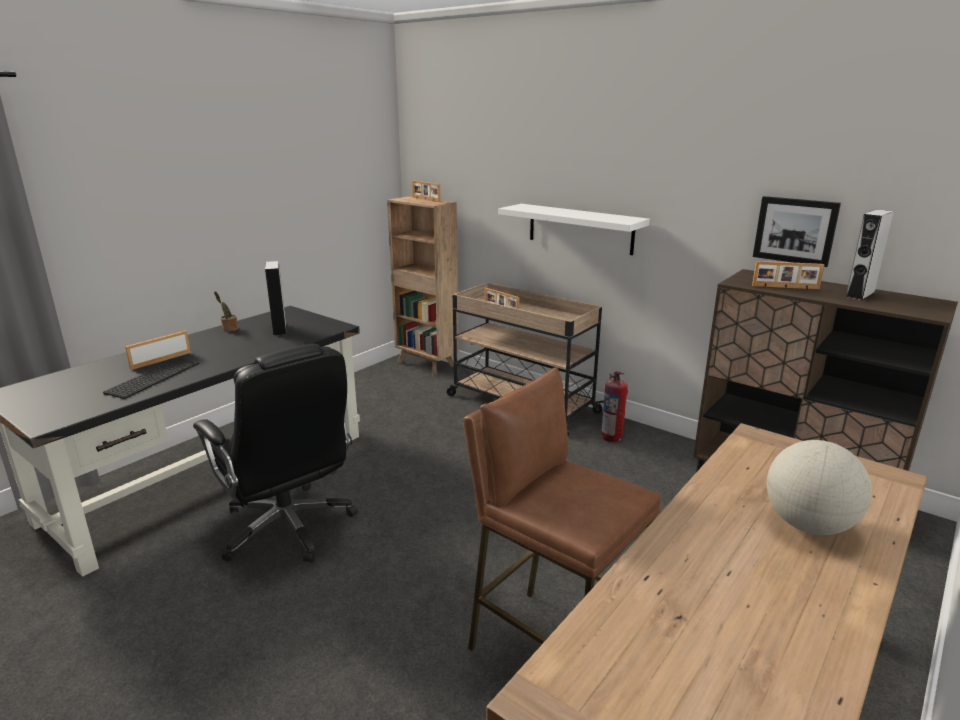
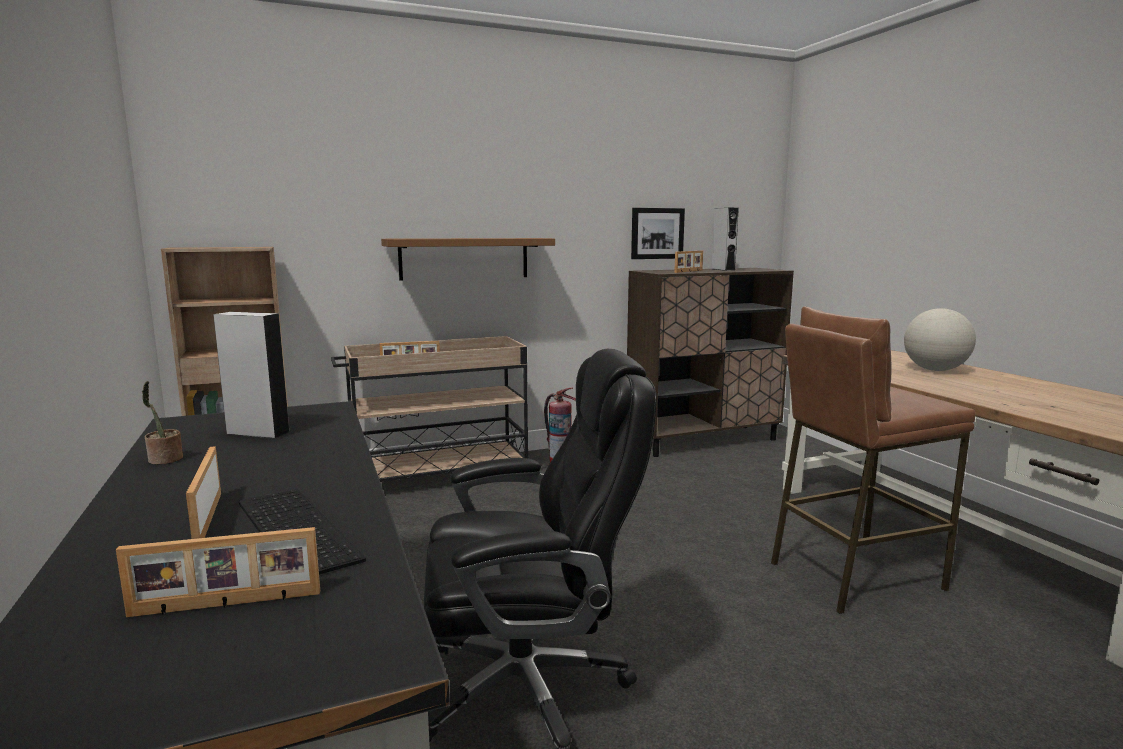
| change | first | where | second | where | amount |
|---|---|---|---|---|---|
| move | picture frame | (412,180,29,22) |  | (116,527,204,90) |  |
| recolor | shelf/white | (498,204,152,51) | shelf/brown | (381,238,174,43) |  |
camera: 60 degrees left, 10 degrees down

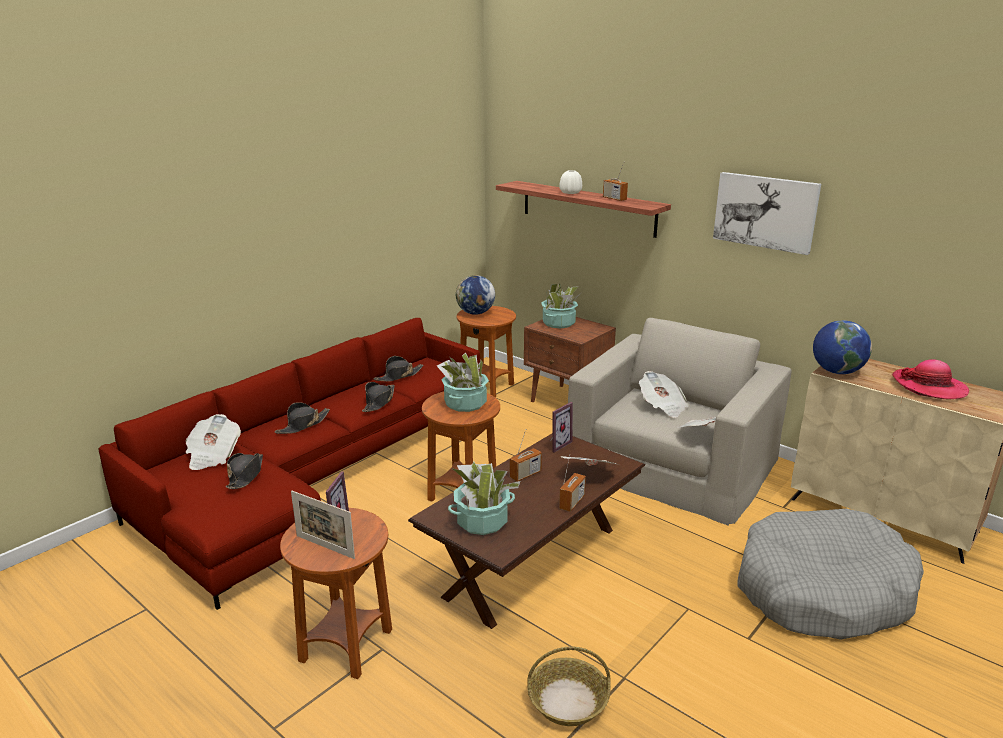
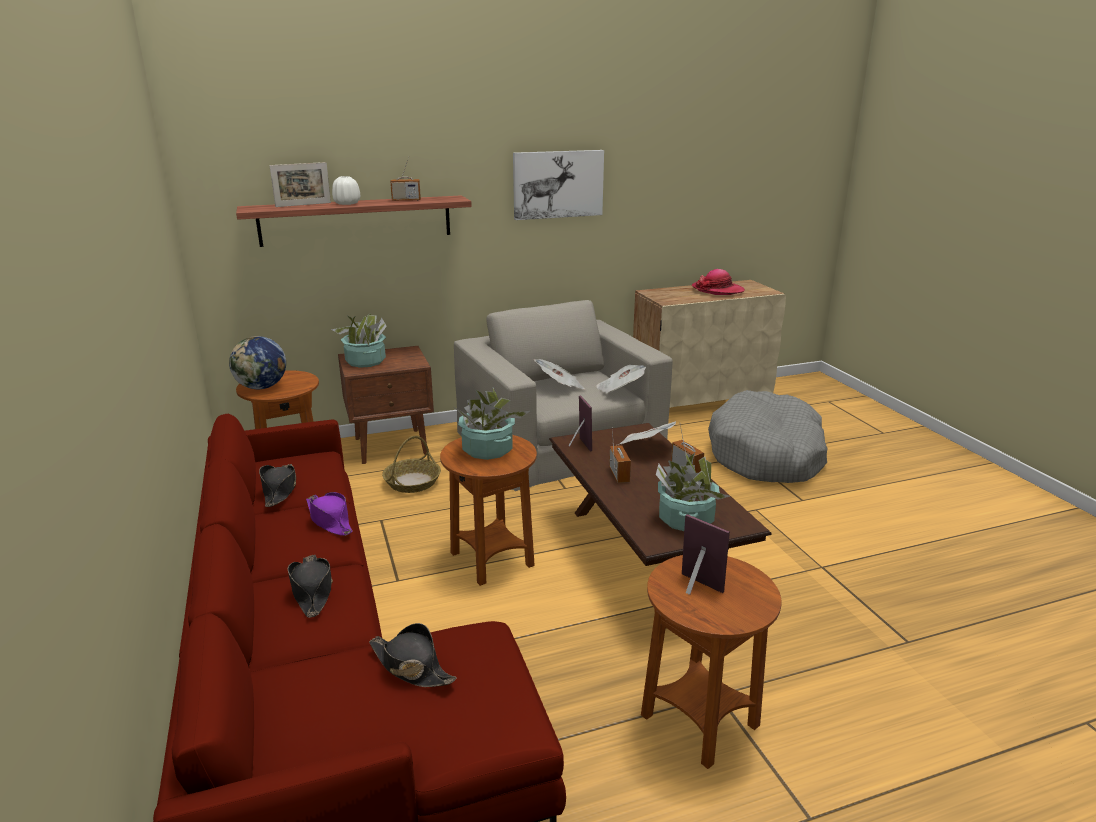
| change | first | where | second | where | amount |
|---|---|---|---|---|---|
| delete | globe | (813,320,59,54) |  |  |  |
| recolor | hat/black | (362,382,33,30) | hat/purple | (306,492,47,44) |  |
| delete | newspaper | (185,414,56,56) |  |  |  |
| move | picture frame | (291,491,64,68) |  | (269,162,62,45) |  |
| move | basket | (527,646,84,80) |  | (382,436,59,57) |  |
camera: 60 degrees left, 0 degrees up

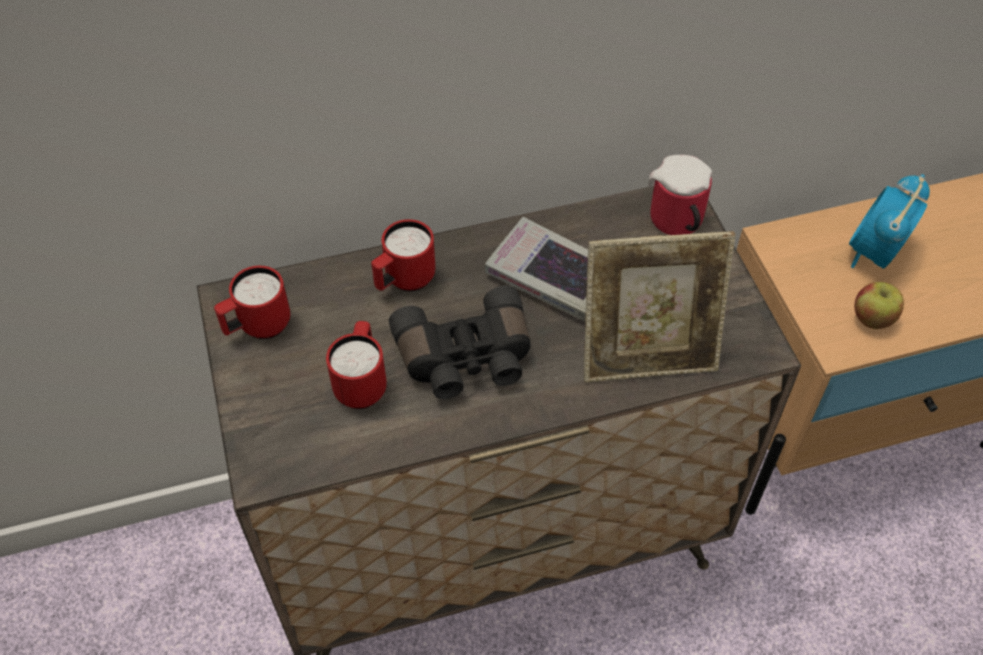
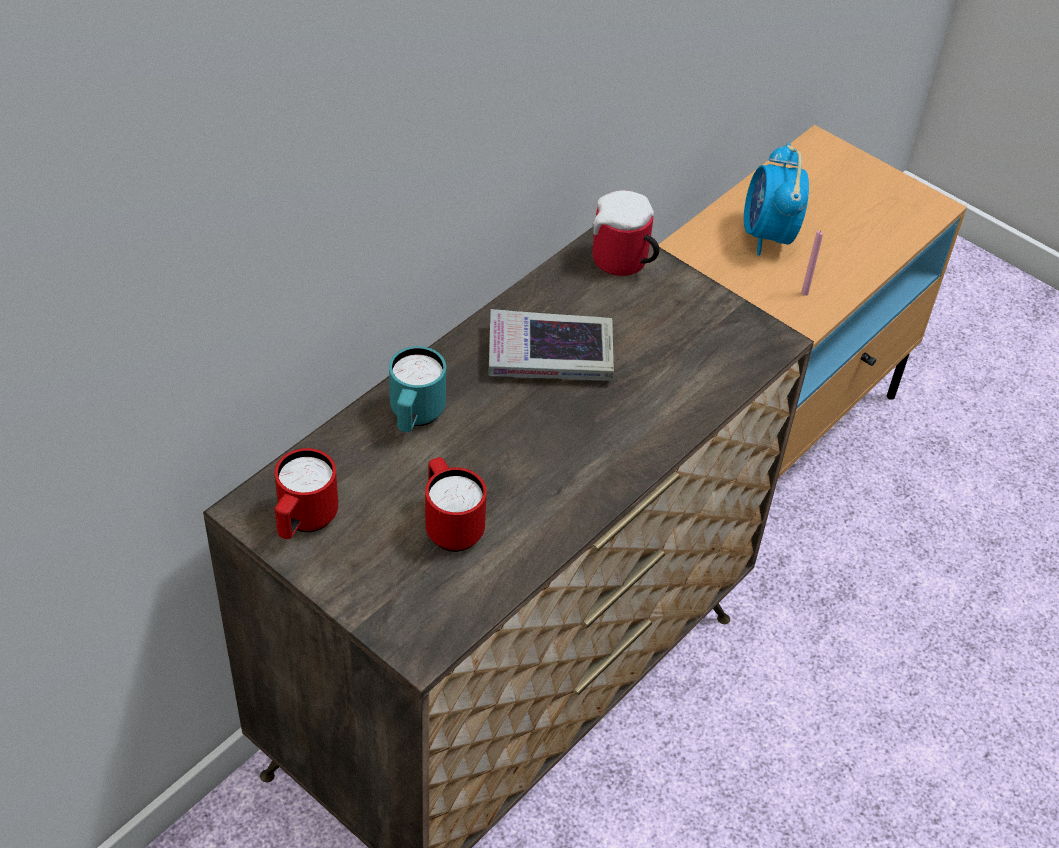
| change | first | where | second | where | amount |
|---|---|---|---|---|---|
| recolor | mug/red | (371,219,65,72) | mug/turquoise | (389,346,57,86) |  |
| delete | picture frame | (584,231,152,151) |  |  |  |
| replace | apple | (854,282,50,47) | candle/pink | (801,230,22,66) |  |
| delete | binoculars/black | (389,285,142,114) |  |  |  |
camera: 35 degrees left, 5 degrees down

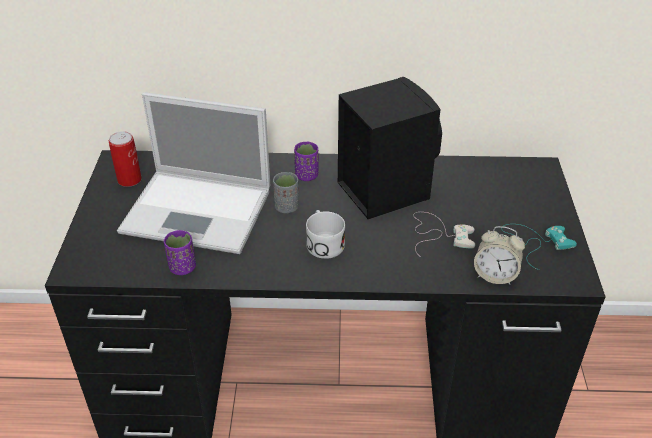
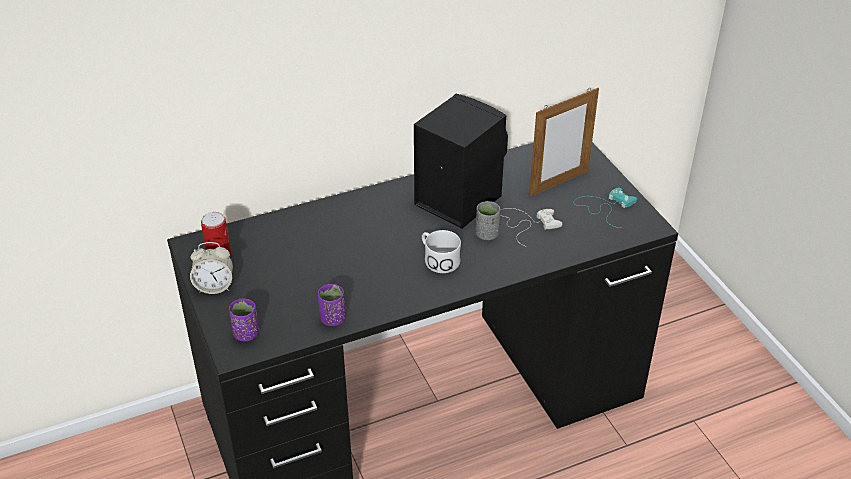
| change | first | where | second | where | amount |
|---|---|---|---|---|---|
| delete | laptop | (117,92,153,162) |  |  |  |
| move | cup/purple | (294,142,25,39) |  | (229,298,30,43) |  |
| move | cup/grey | (273,172,26,42) |  | (476,201,24,39) |  |
| move | alarm clock | (474,226,51,59) |  | (190,242,43,52) |  |
| insert |  |  | picture frame | (529,88,70,109) |  |
camera: 25 degrees left, 0 degrees up

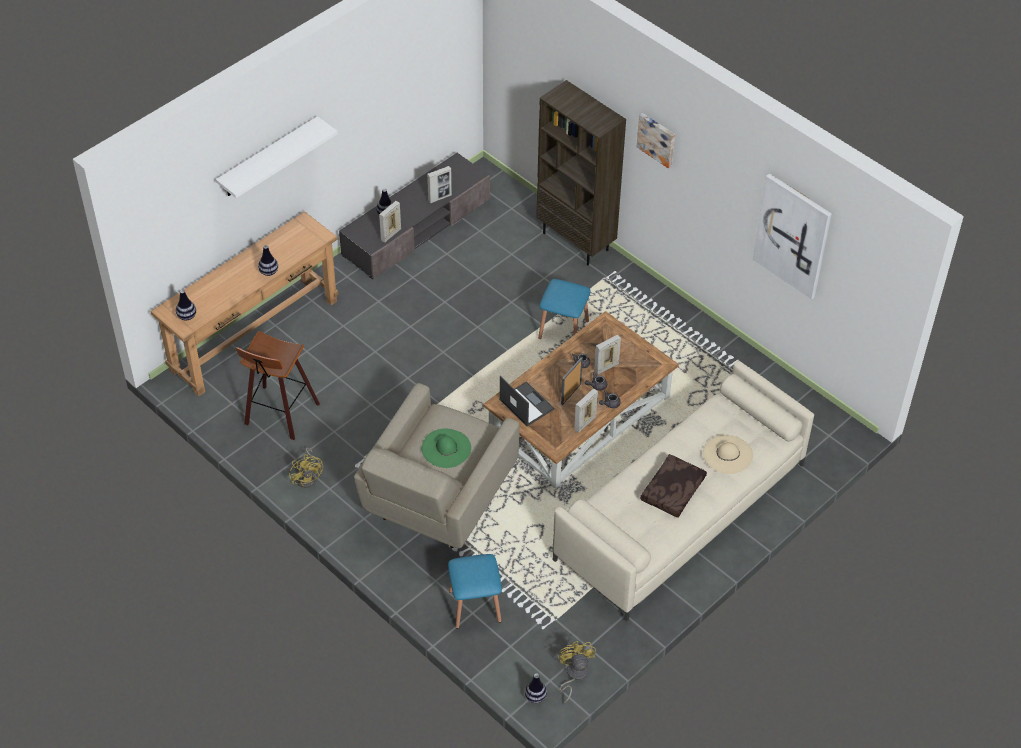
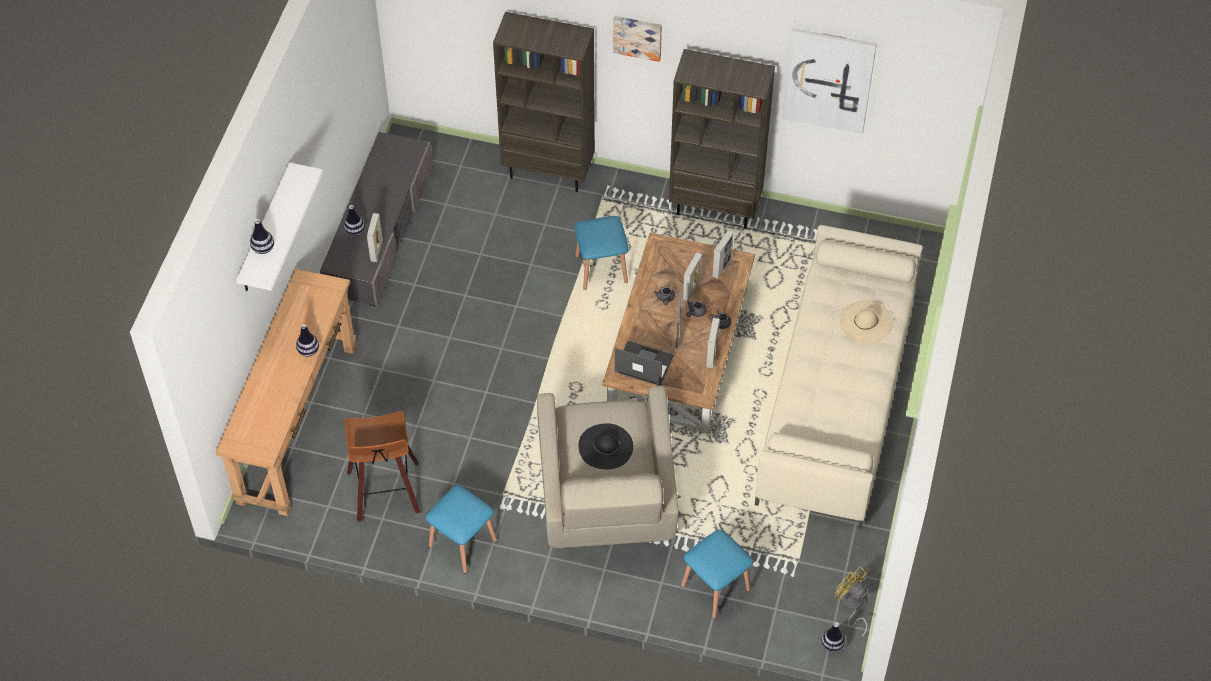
| change | first | where | second | where | amount |
|---|---|---|---|---|---|
| move | picture frame | (427,166,25,37) |  | (712,230,21,49) |  |
| move | vase | (176,289,20,31) |  | (250,219,24,35) |  |
| recolor | hat/green | (422,429,49,39) | hat/black | (578,423,55,46) |  |
| replace | fan/yellow | (289,447,34,41) | stool/blue | (425,485,72,89) |  |
| delete | pillow/brown | (640,454,67,64) |  |  |  |
| insert |  |  | bookcase/brown | (669,49,106,180) |  |
camera: 30 degrees left, 5 degrees up

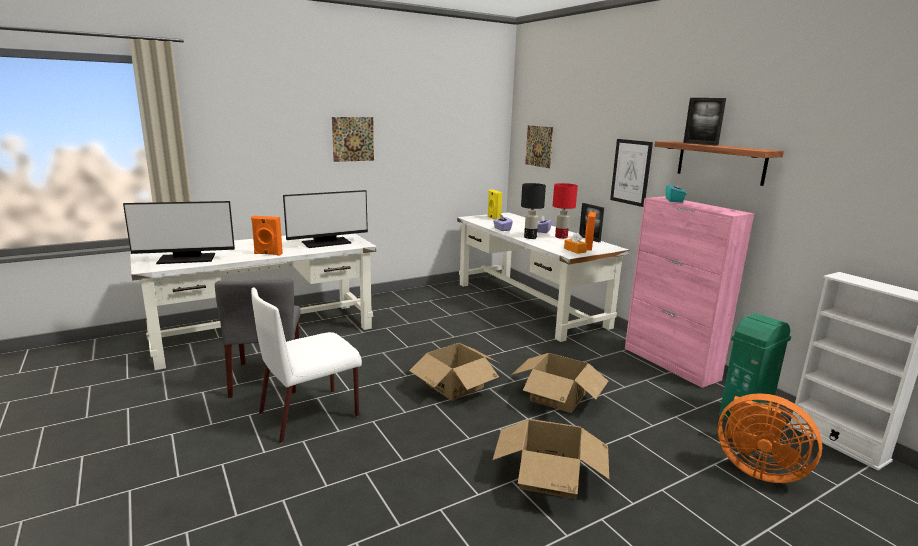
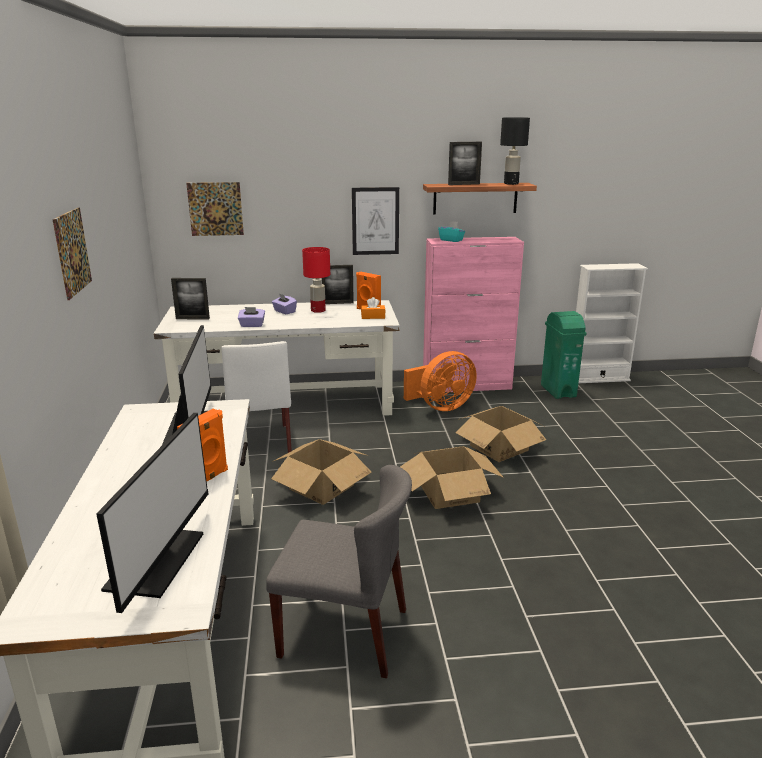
| change | first | where | second | where | amount |
|---|---|---|---|---|---|
| move | table lamp/black | (521,183,25,56) |  | (500,117,30,68) |  |
| replace | speaker/yellow | (487,189,15,30) | picture frame | (171,278,39,41) |  |
| move | chair/white | (251,288,111,155) |  | (221,341,71,112) |  |
| move | fan/orange | (718,393,104,90) |  | (404,351,73,60) |  |
| move | cardboard box | (493,419,116,80) |  | (271,439,101,66) |  |
camera: 65 degrees left, 5 degrees up

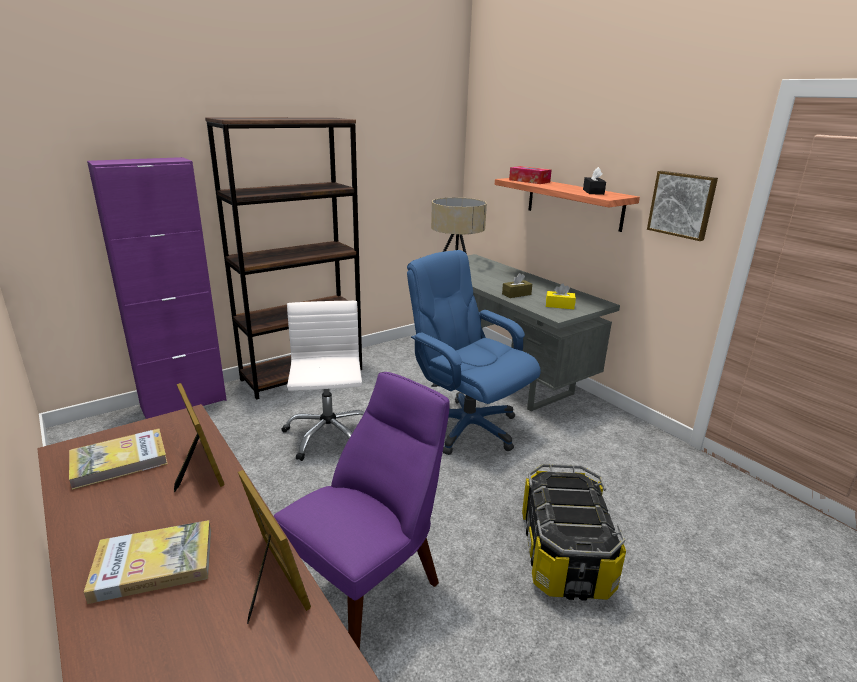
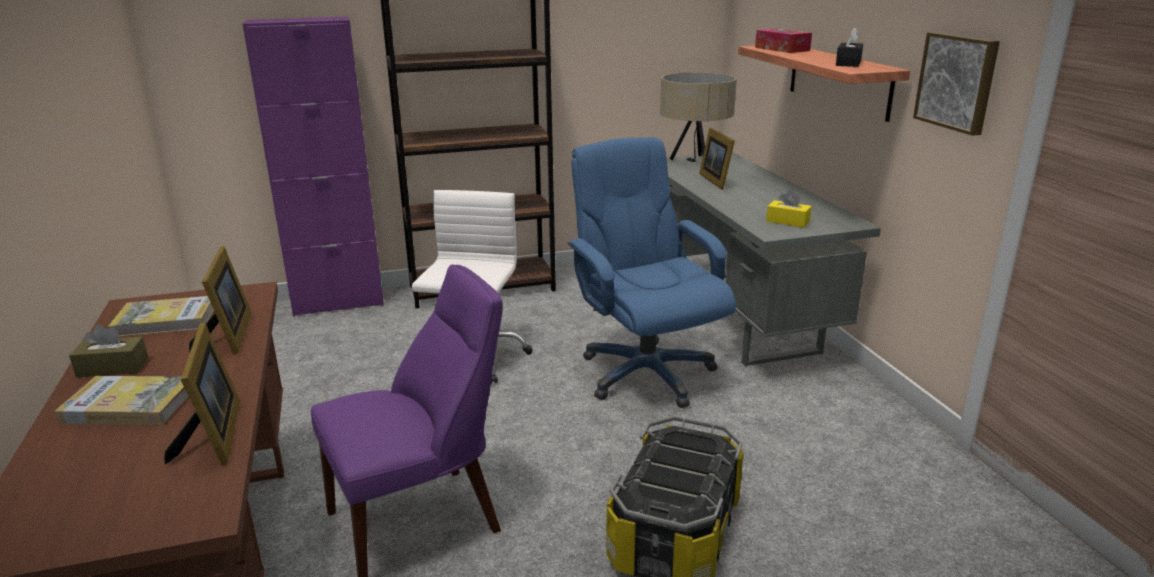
| change | first | where | second | where | amount |
|---|---|---|---|---|---|
| move | tissue box/brown | (502,273,30,25) |  | (69,324,79,53) |  |
| insert |  |  | picture frame | (699,128,36,62) |  |
camera: 20 degrees right, 0 degrees up

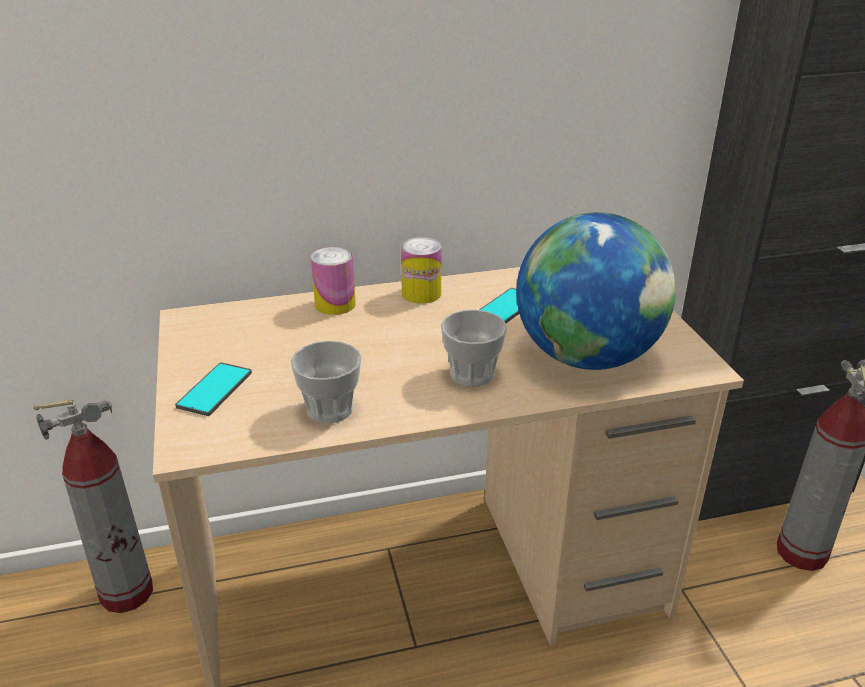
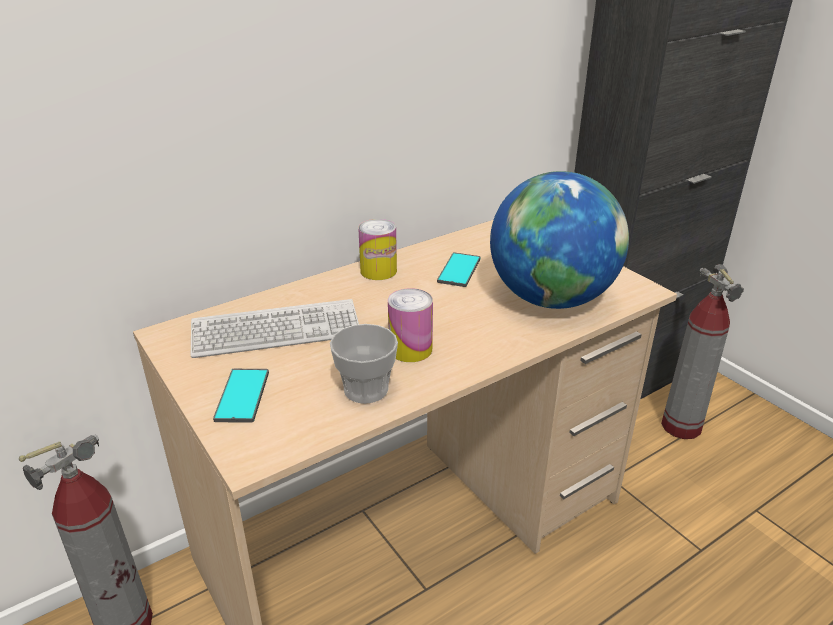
| change | first | where | second | where | amount |
|---|---|---|---|---|---|
| move | can | (311,247,45,68) |  | (388,288,45,74) |  |
| delete | cup | (441,310,66,77) |  |  |  |
| insert |  |  | keyboard | (191,299,168,59) |  |
camera: 20 degrees left, 0 degrees up

